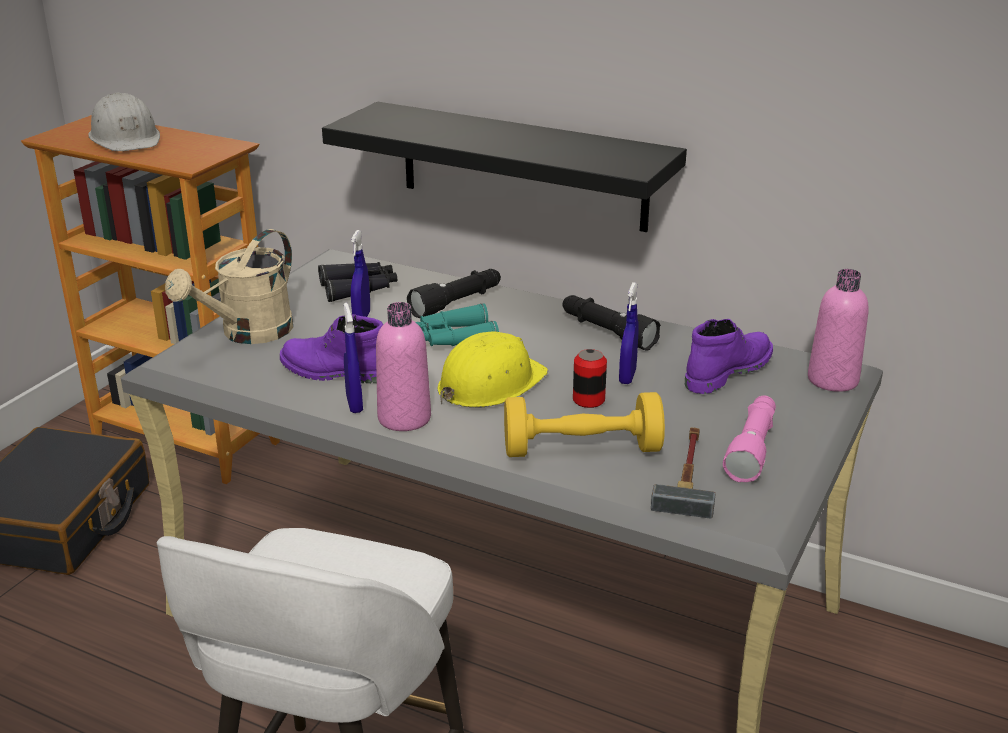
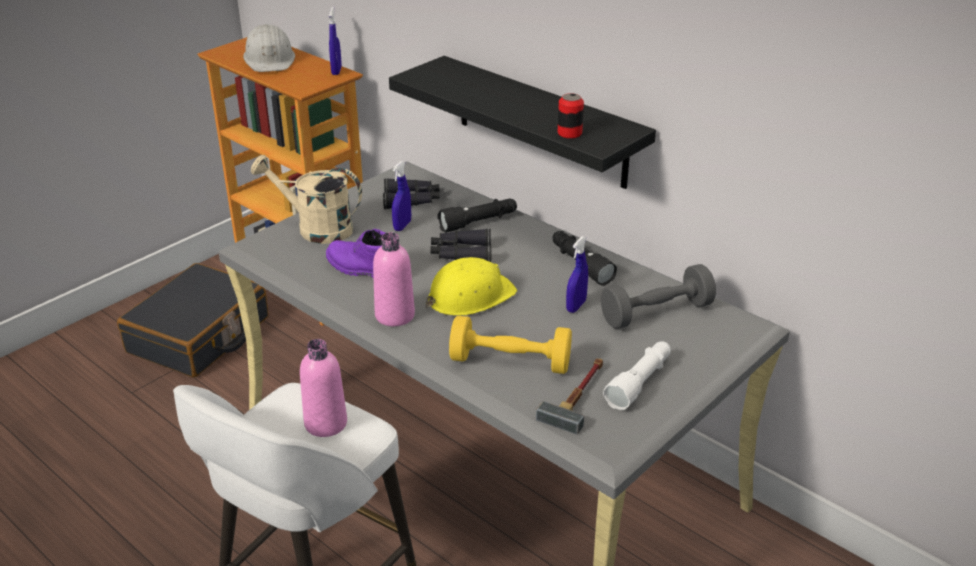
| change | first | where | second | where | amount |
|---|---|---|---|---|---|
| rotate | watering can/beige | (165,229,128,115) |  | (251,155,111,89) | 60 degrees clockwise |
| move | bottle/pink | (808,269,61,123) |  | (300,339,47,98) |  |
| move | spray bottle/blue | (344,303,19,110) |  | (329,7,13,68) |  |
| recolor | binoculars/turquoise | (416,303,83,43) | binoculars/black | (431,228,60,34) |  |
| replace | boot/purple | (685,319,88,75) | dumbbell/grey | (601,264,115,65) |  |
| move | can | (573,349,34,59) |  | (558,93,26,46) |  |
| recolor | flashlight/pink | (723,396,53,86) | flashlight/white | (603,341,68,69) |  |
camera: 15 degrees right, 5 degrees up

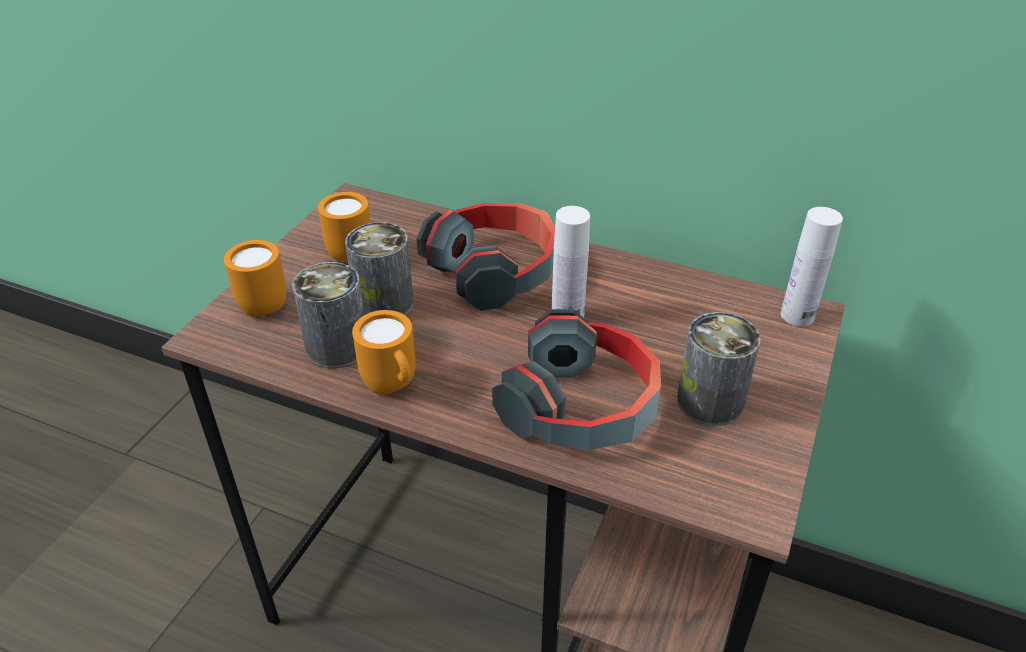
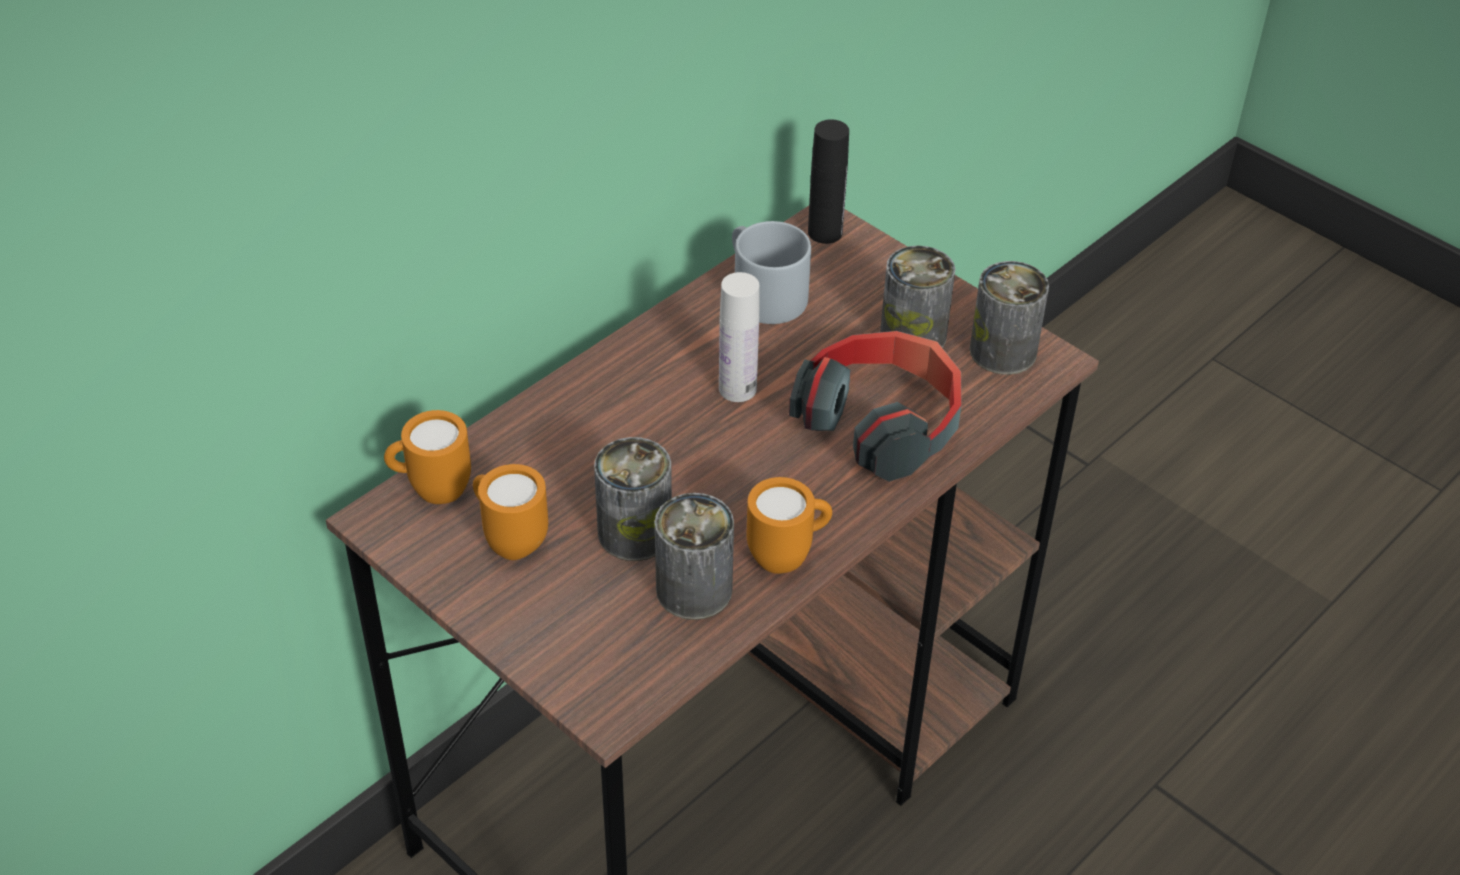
| change | first | where | second | where | amount |
|---|---|---|---|---|---|
| delete | headphones | (417,203,138,108) |  |  |  |
| recolor | bottle/white | (781,207,62,120) | bottle/black | (808,119,41,125) |  |
| move | mug/orange | (224,240,62,77) |  | (384,410,87,94) |  |
| insert |  |  | mug/grey | (732,221,79,103) |  |
| insert |  |  | can | (970,261,79,114) |  |
camera: 70 degrees left, 5 degrees up

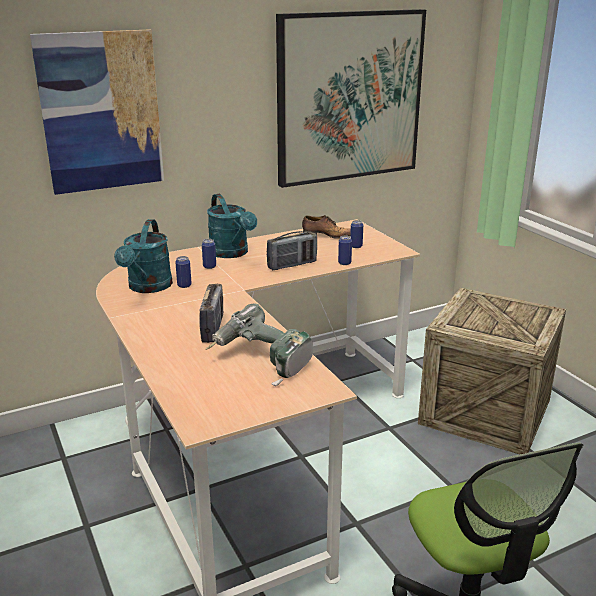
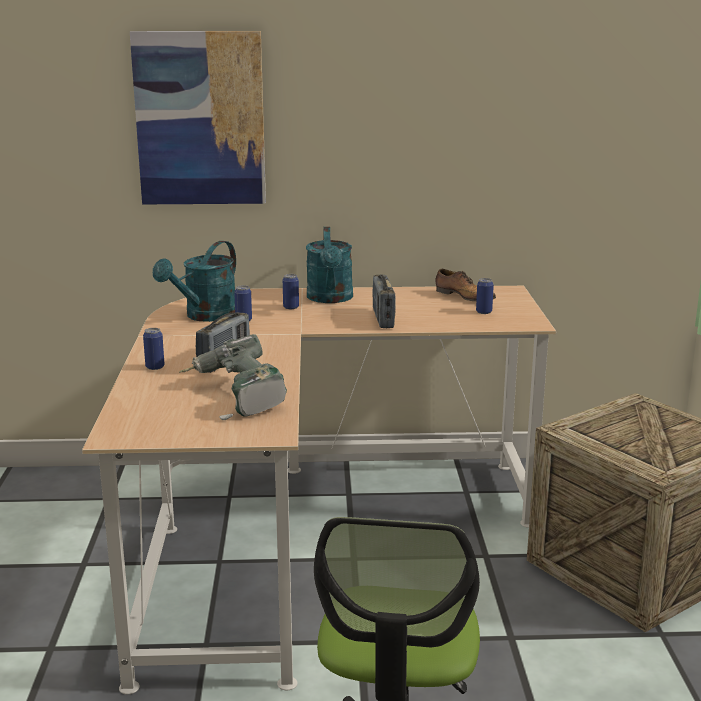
| change | first | where | second | where | amount |
|---|---|---|---|---|---|
| delete | picture | (276,9,150,179) |  |  |  |
| rotate | radio | (267,231,50,39) |  | (373,274,23,54) | 90 degrees clockwise |
| move | can | (338,235,14,30) |  | (143,328,21,42) |  |
camera: 25 degrees right, 5 degrees down

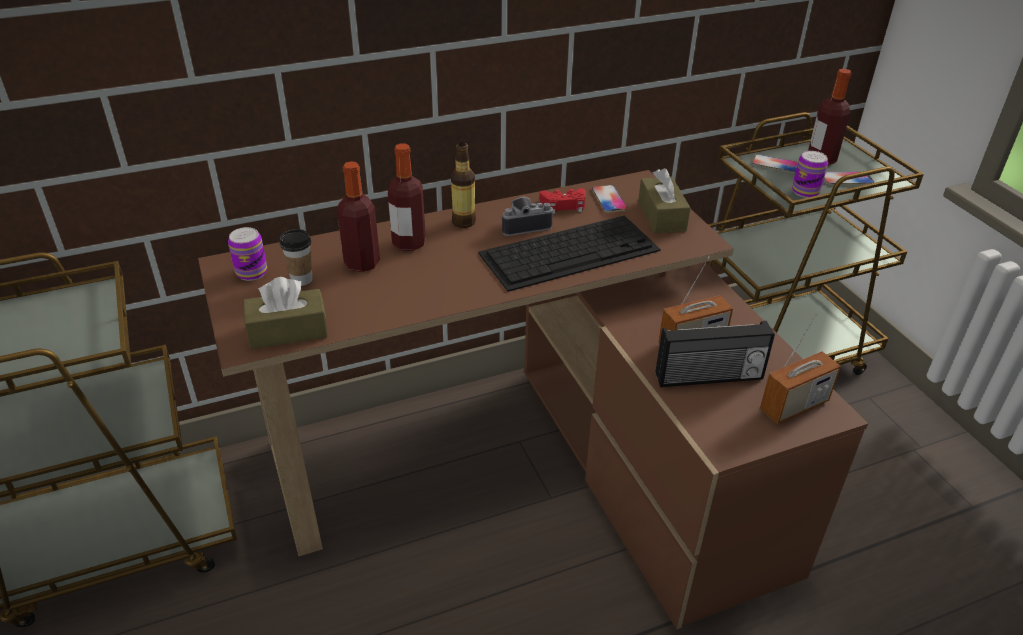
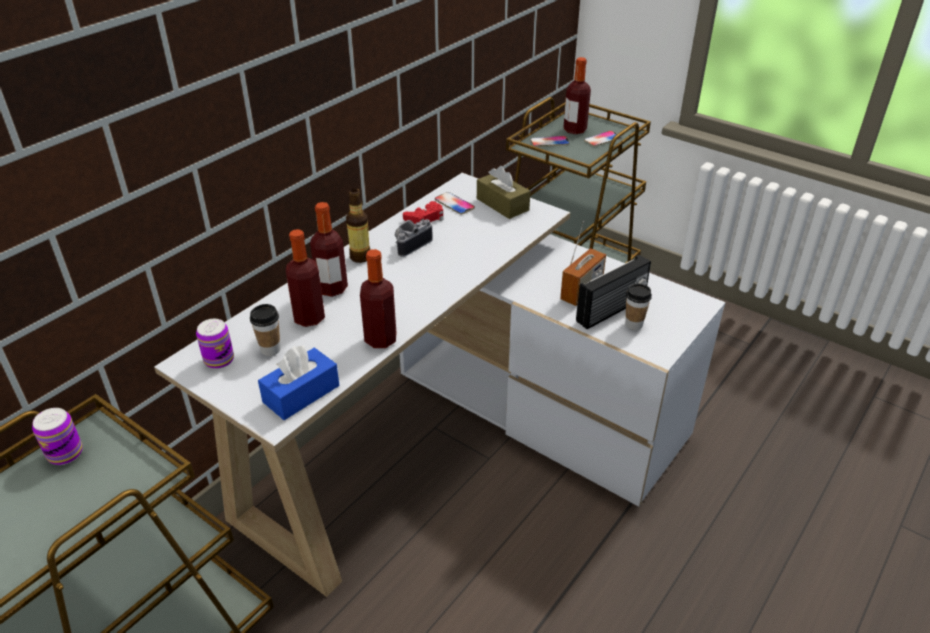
| change | first | where | second | where | amount |
|---|---|---|---|---|---|
| move | can | (792,151,36,47) |  | (32,408,51,57) |  |
| recolor | desk/brown | (198,170,670,459) | desk/white | (154,173,572,424) |  |
| delete | keyboard | (478,215,183,77) |  |  |  |
| recolor | tissue box/brown | (243,277,85,72) | tissue box/blue | (258,346,81,74) |  |
| delete | radio | (760,313,81,111) |  |  |  |
| insert |  |  | bottle | (360,249,36,99) |  |
| insert |  |  | cup | (625,284,27,46) |  |
camera: 30 degrees left, 0 degrees up

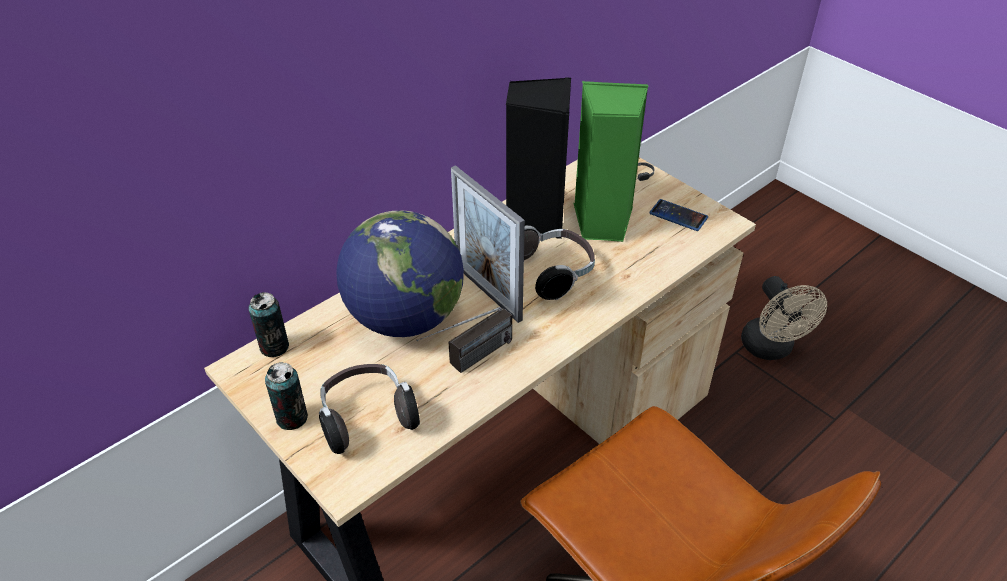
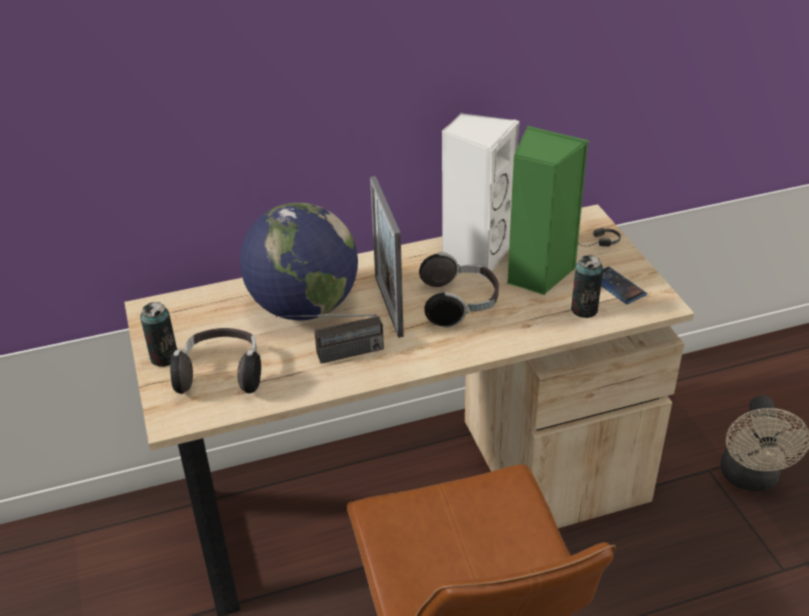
| change | first | where | second | where | amount |
|---|---|---|---|---|---|
| recolor | speaker/black | (506,77,65,162) | speaker/white | (441,113,78,165) |  |
| move | can | (248,292,41,65) |  | (571,255,32,63) |  |
camera: 25 degrees right, 5 degrees down

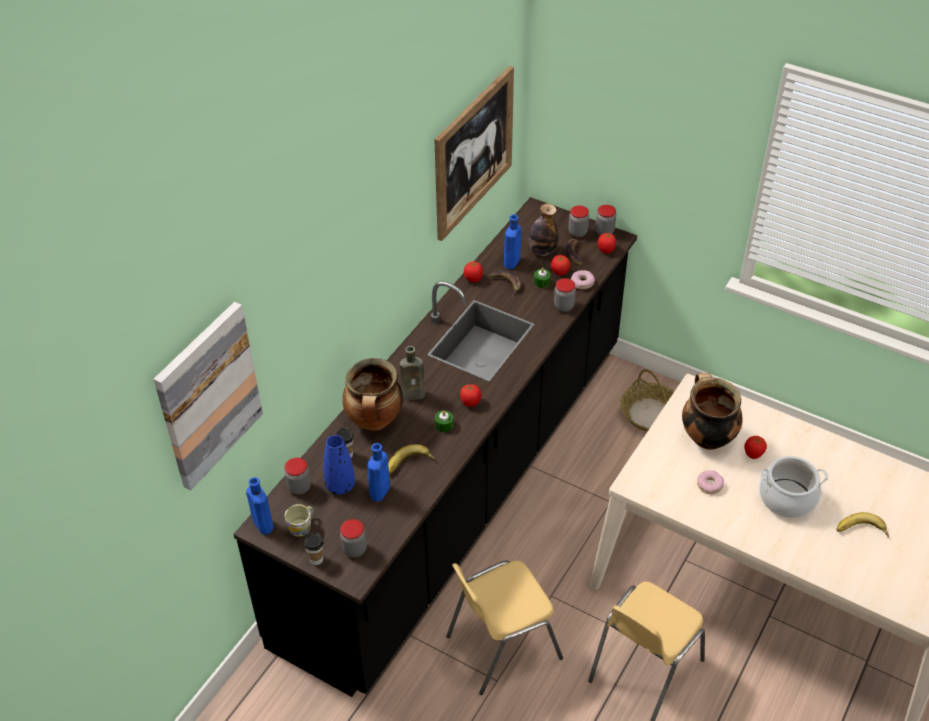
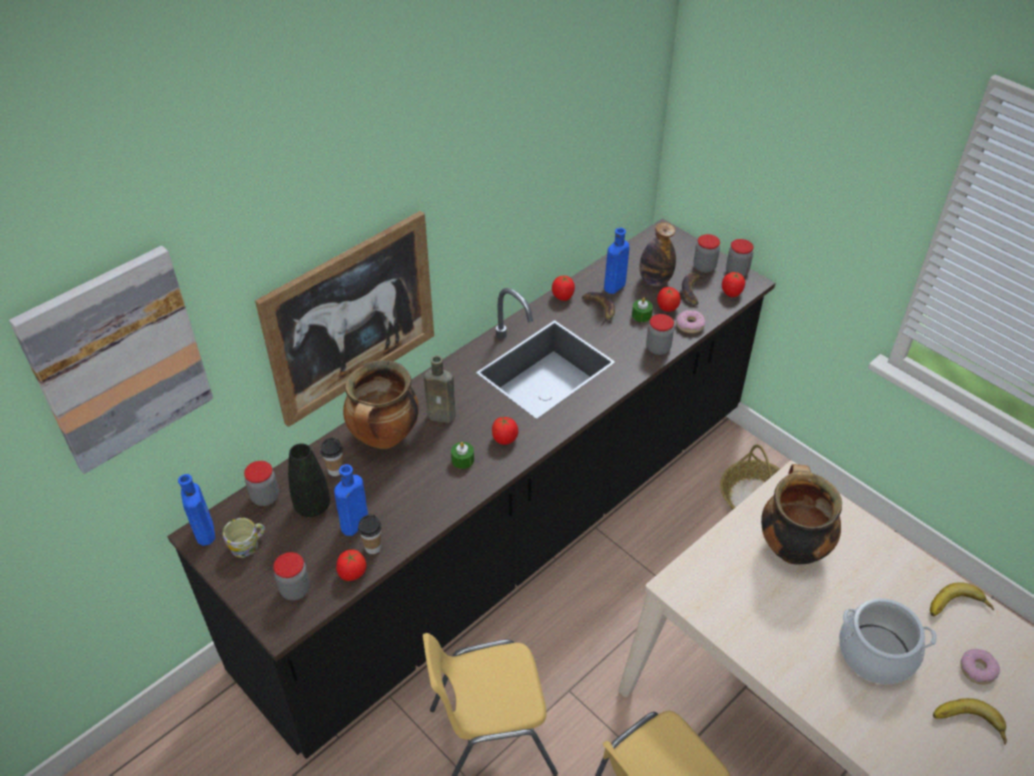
| change | first | where | second | where | amount |
|---|---|---|---|---|---|
| move | picture | (434,65,80,176) |  | (255,211,179,216) |  |
| recolor | vase/blue | (323,435,32,59) | vase/black | (288,443,42,74) |  |
| move | tomato | (744,436,23,23) |  | (336,550,30,31) |  |
| move | banana | (388,444,47,30) |  | (930,582,64,34) |  |
| move | donut | (697,470,27,24) |  | (960,649,40,35) |  |
| move | cup | (304,532,19,33) |  | (358,514,24,40) |  |
camera: 15 degrees right, 0 degrees up

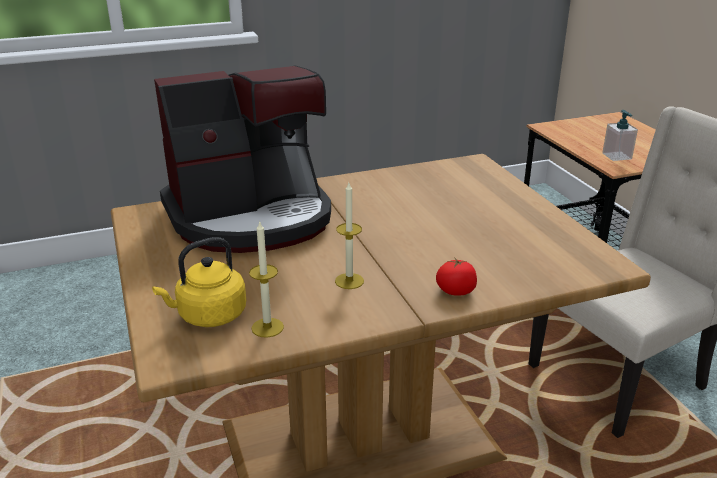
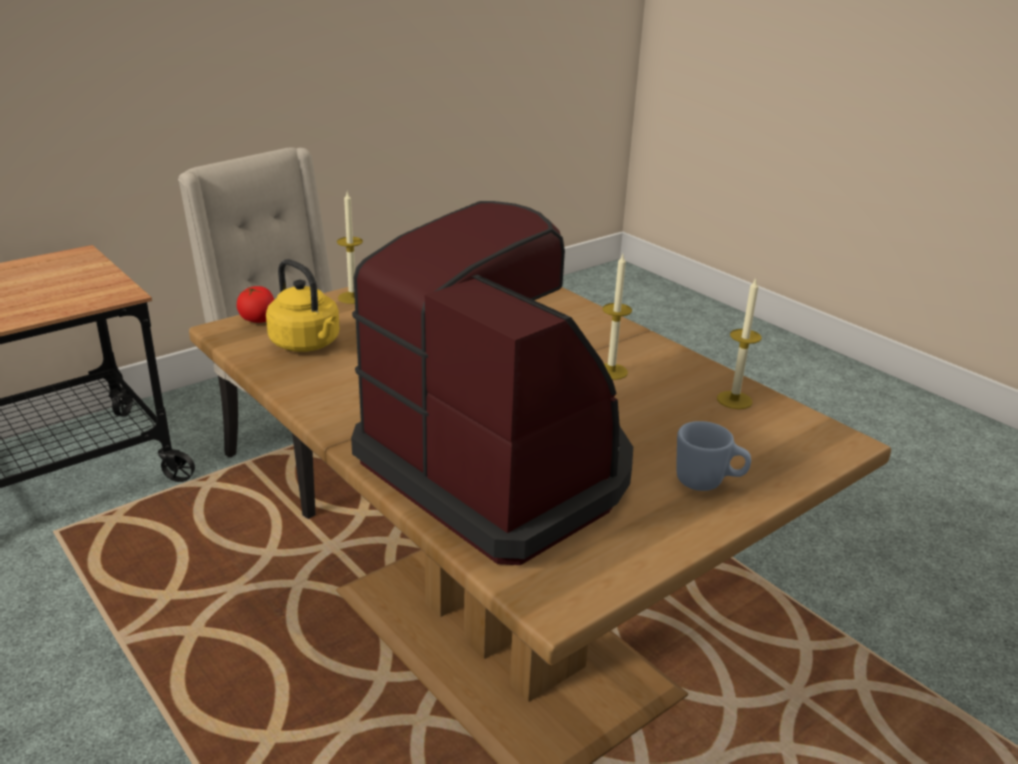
| change | first | where | second | where | amount |
|---|---|---|---|---|---|
| delete | soap dispenser | (602,110,36,51) |  |  |  |
| move | kettle/yellow | (152,237,94,90) |  | (266,259,74,93) |  |
| move | tomato | (436,257,41,39) |  | (237,286,37,37) |  |
| insert |  |  | candle | (337,192,26,112) |  |
| insert |  |  | mug/blue | (676,421,75,70) |  |
camera: 110 degrees left, 0 degrees up

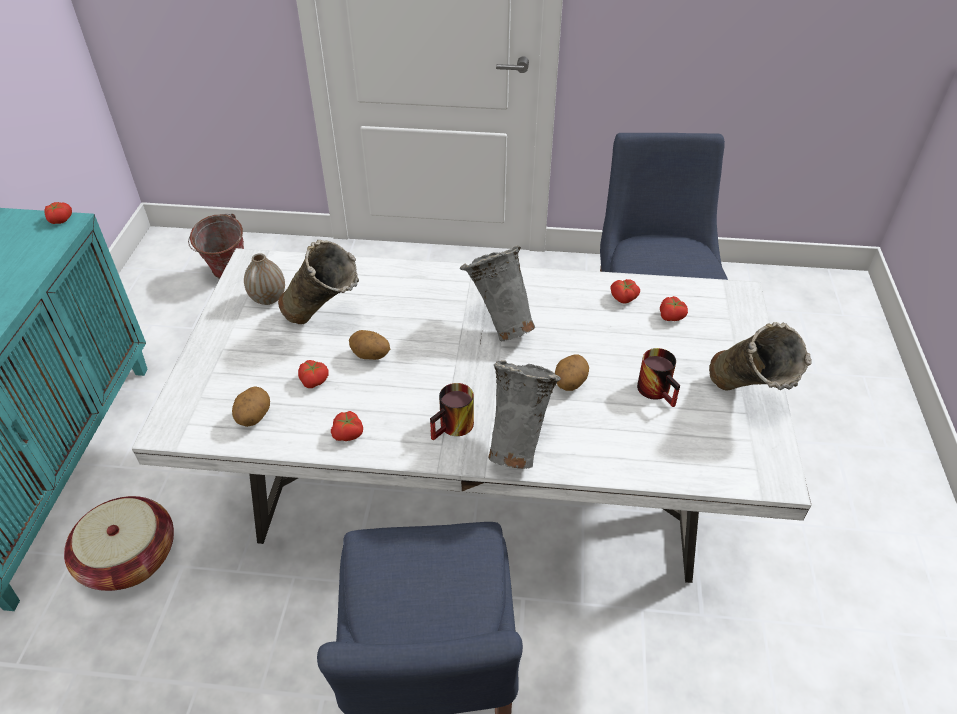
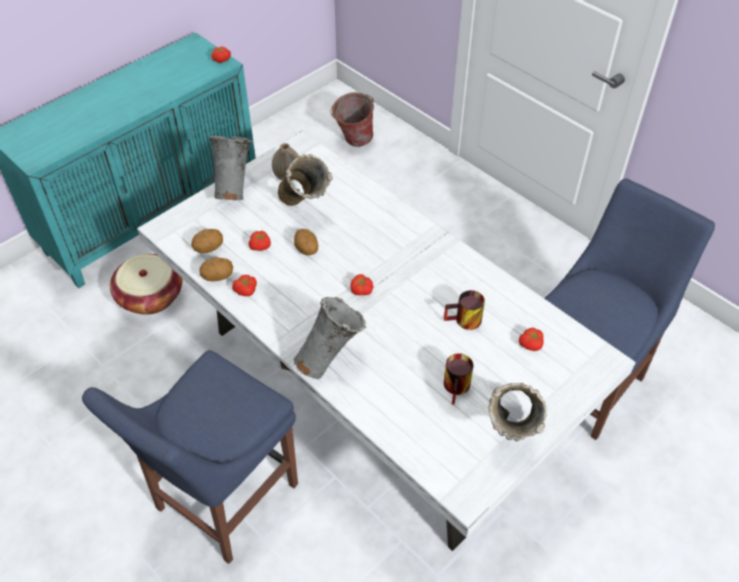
| change | first | where | second | where | amount |
|---|---|---|---|---|---|
| move | vase/grey | (460,246,75,96) |  | (209,135,43,65) |  |
| move | tomato | (610,279,30,25) |  | (350,274,24,21) |  |
| move | potato | (555,354,34,37) |  | (199,257,34,24) |  |
| move | mug | (430,383,44,57) |  | (444,290,41,40) |  |
camera: 40 degrees right, 5 degrees up

